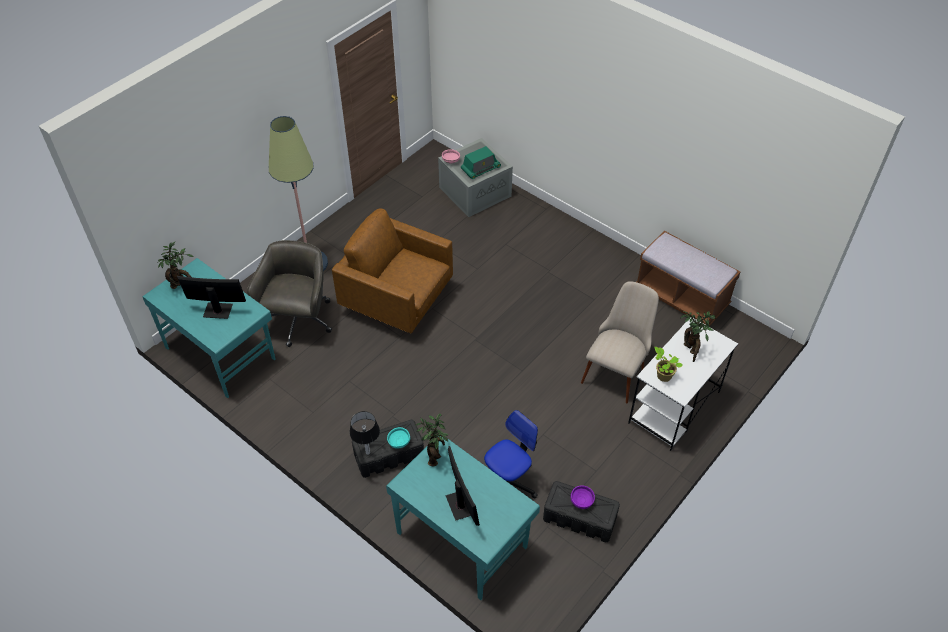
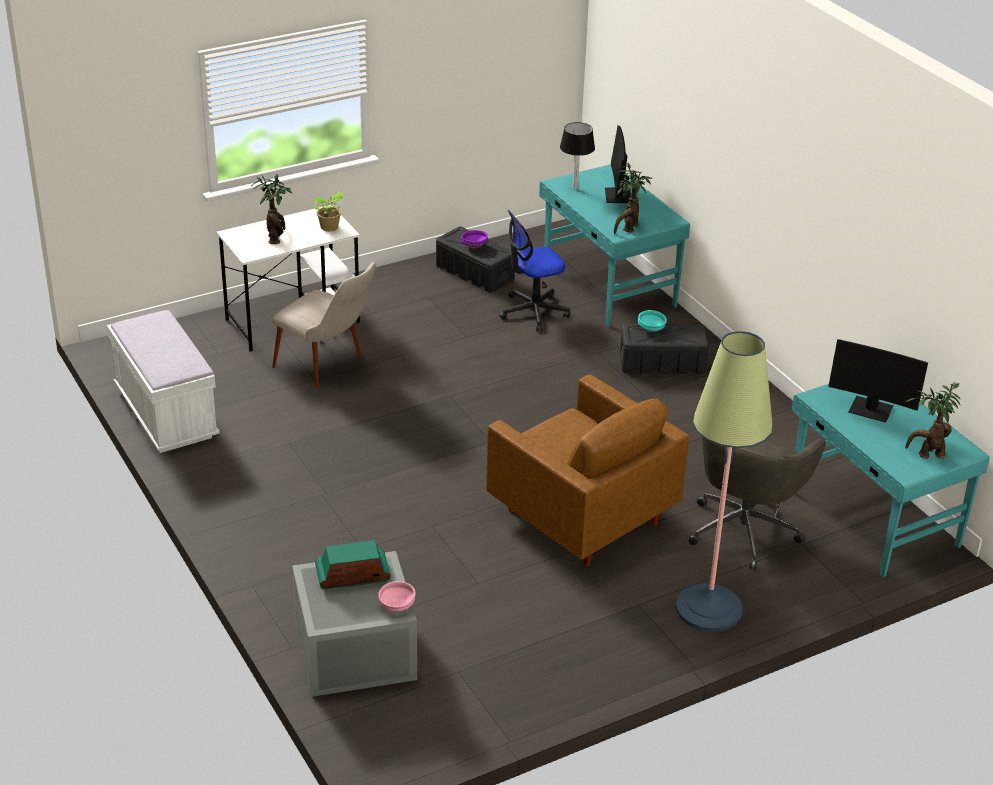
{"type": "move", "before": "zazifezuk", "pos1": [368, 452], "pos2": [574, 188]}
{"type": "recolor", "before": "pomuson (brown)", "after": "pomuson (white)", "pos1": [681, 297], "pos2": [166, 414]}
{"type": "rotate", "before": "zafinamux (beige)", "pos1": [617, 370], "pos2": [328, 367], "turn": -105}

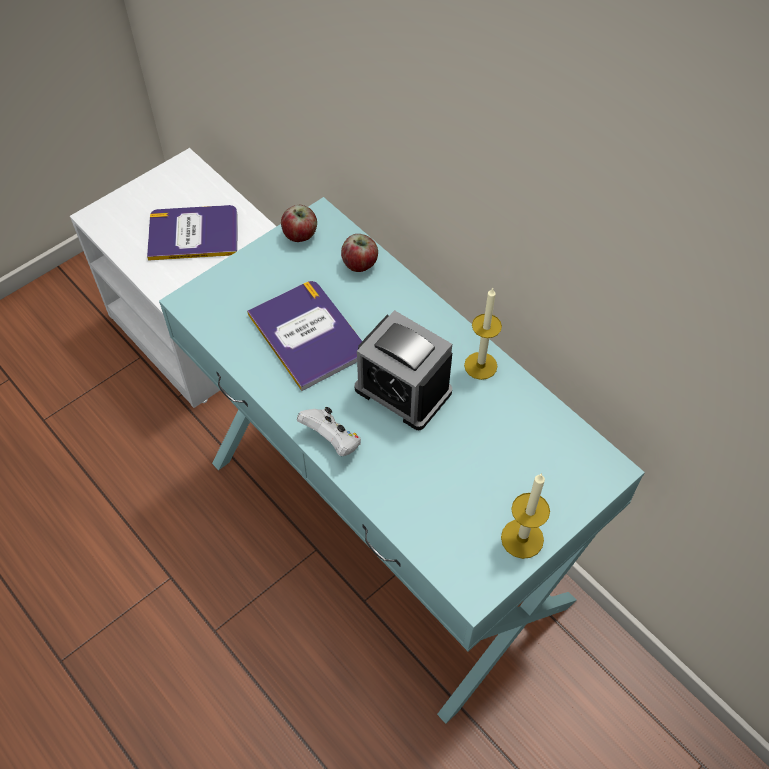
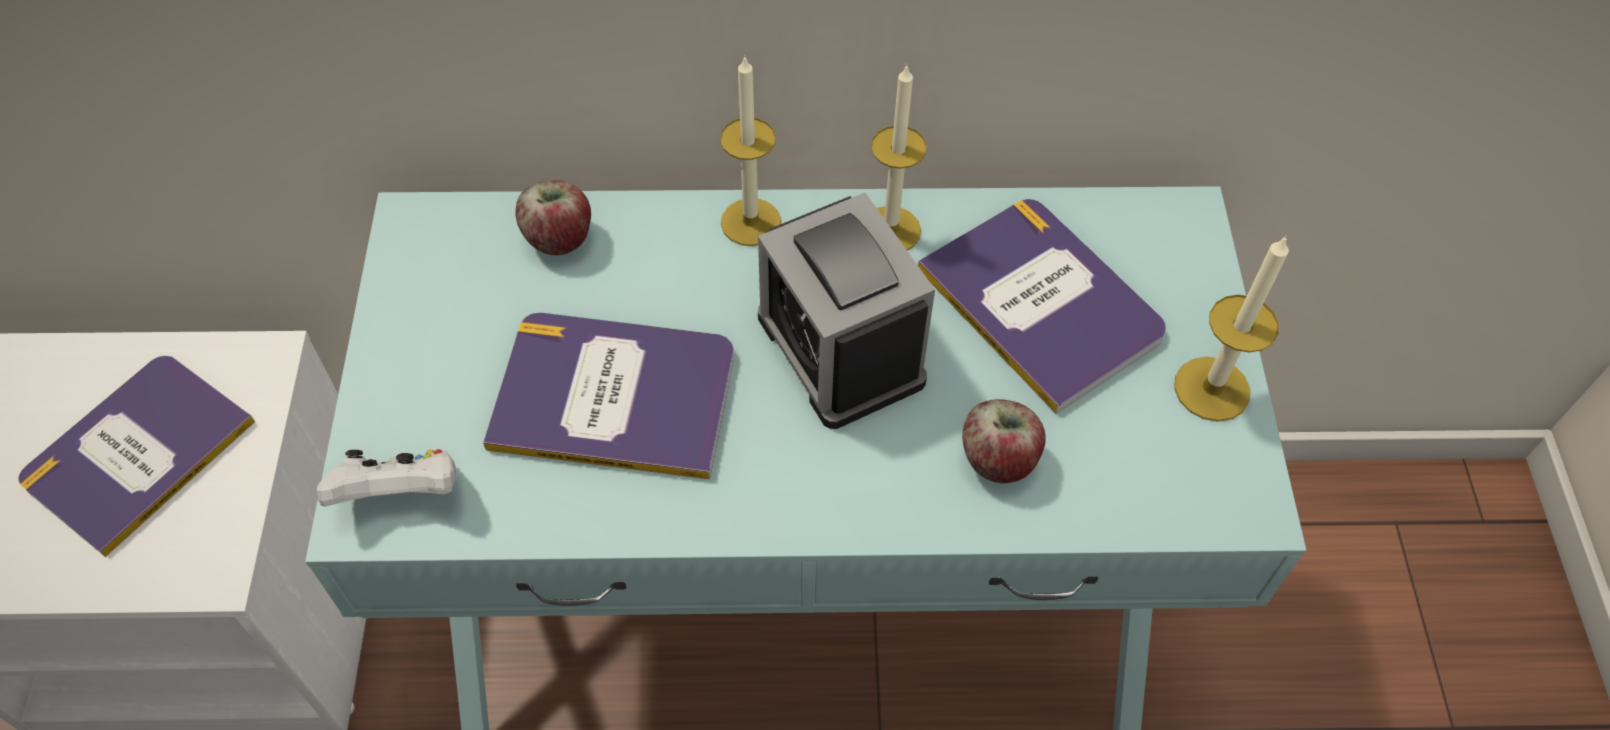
{"type": "insert", "after": "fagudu", "pos2": [751, 222]}
{"type": "insert", "after": "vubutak", "pos2": [1042, 302]}
{"type": "move", "before": "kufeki", "pos1": [300, 235], "pos2": [998, 459]}
{"type": "move", "before": "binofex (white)", "pos1": [332, 440], "pos2": [401, 494]}
{"type": "rotate", "before": "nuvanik", "pos1": [403, 390], "pos2": [840, 349], "turn": 75}

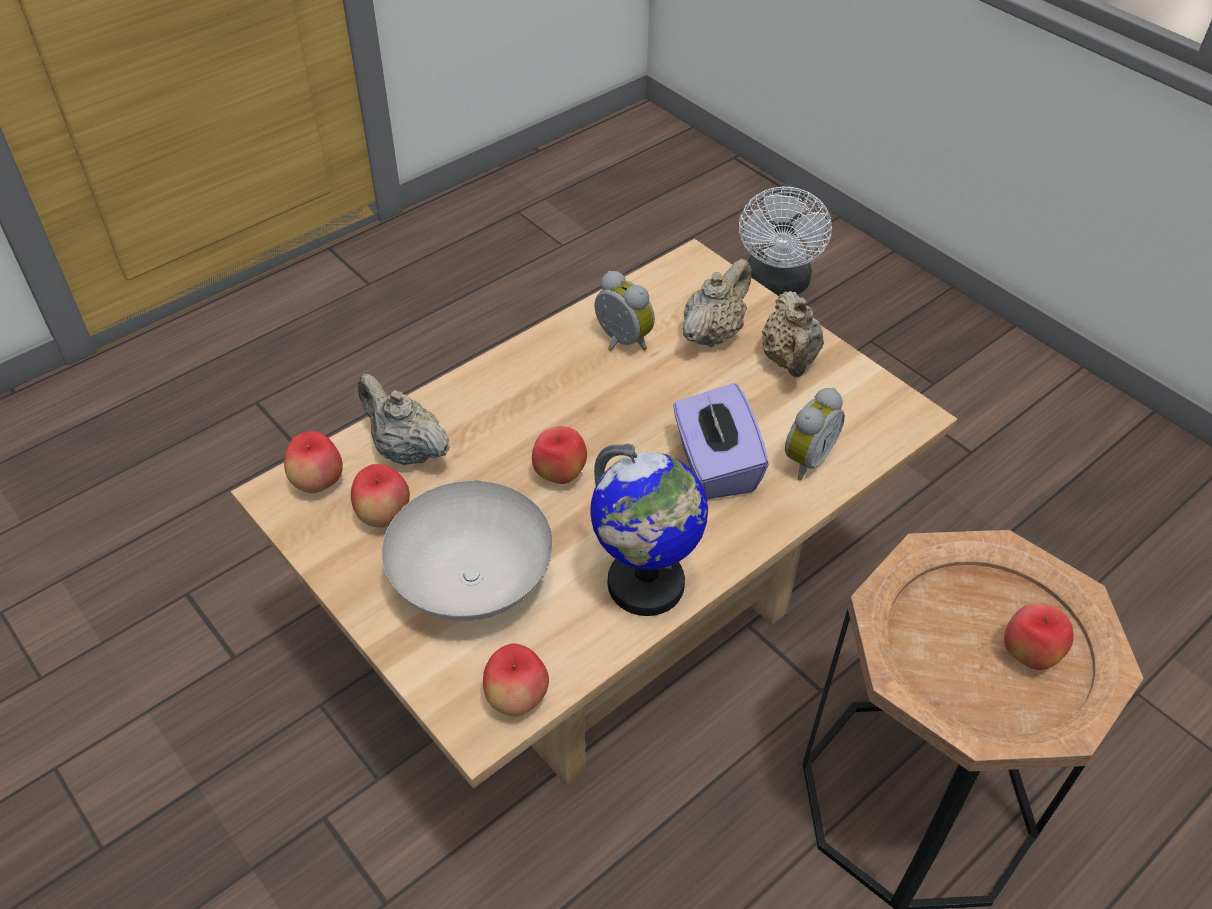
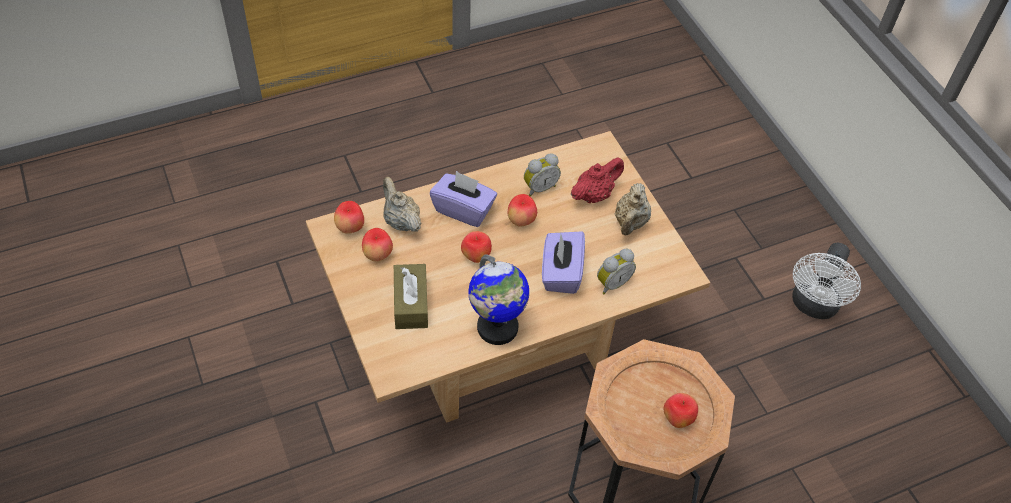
{"type": "insert", "after": "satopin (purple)", "pos2": [463, 210]}
{"type": "move", "before": "kufeki", "pos1": [517, 699], "pos2": [521, 221]}
{"type": "move", "before": "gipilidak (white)", "pos1": [776, 285], "pos2": [813, 306]}
{"type": "replace", "before": "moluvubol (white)", "after": "satopin (brown)", "pos1": [474, 584], "pos2": [411, 303]}
{"type": "recolor", "before": "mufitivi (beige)", "after": "mufitivi (red)", "pos1": [713, 333], "pos2": [594, 195]}
{"type": "rotate", "before": "nuvanik", "pos1": [620, 343], "pos2": [539, 187], "turn": 90}

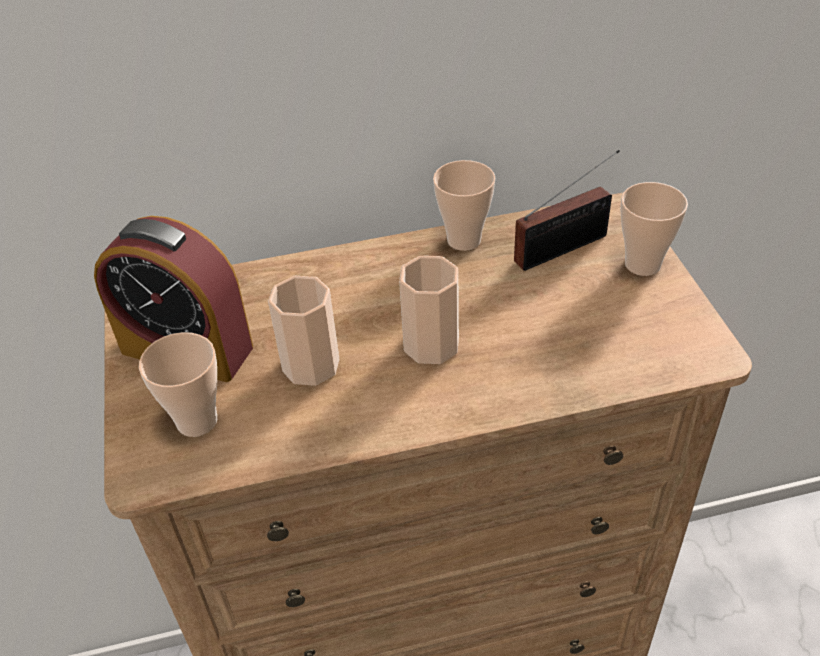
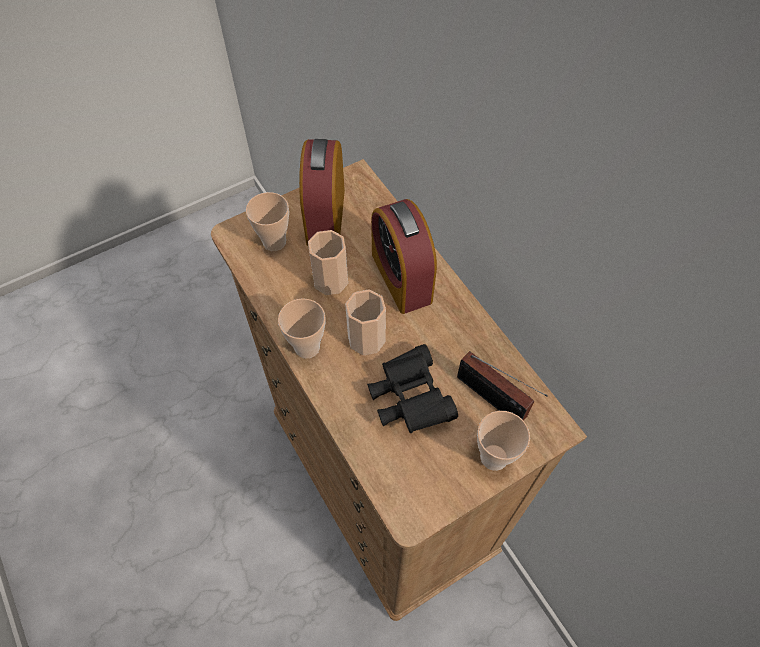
{"type": "insert", "after": "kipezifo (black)", "pos2": [409, 398]}
{"type": "insert", "after": "nuvanik", "pos2": [401, 278]}
{"type": "move", "before": "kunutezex", "pos1": [464, 240], "pos2": [307, 347]}

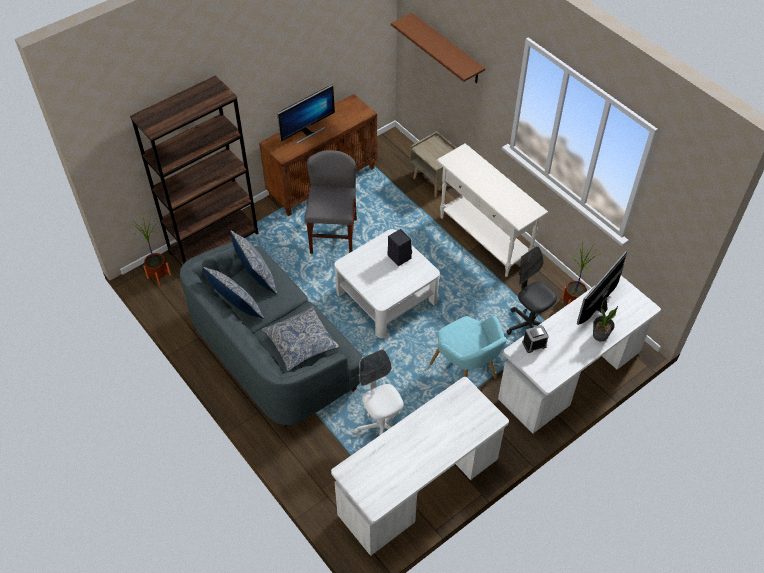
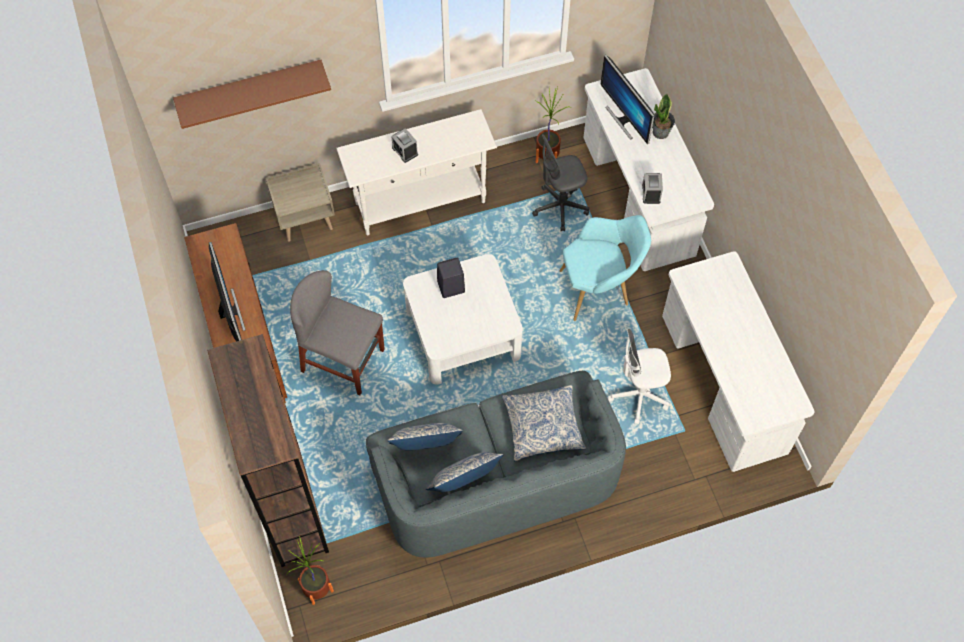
{"type": "insert", "after": "nuvanik", "pos2": [405, 151]}

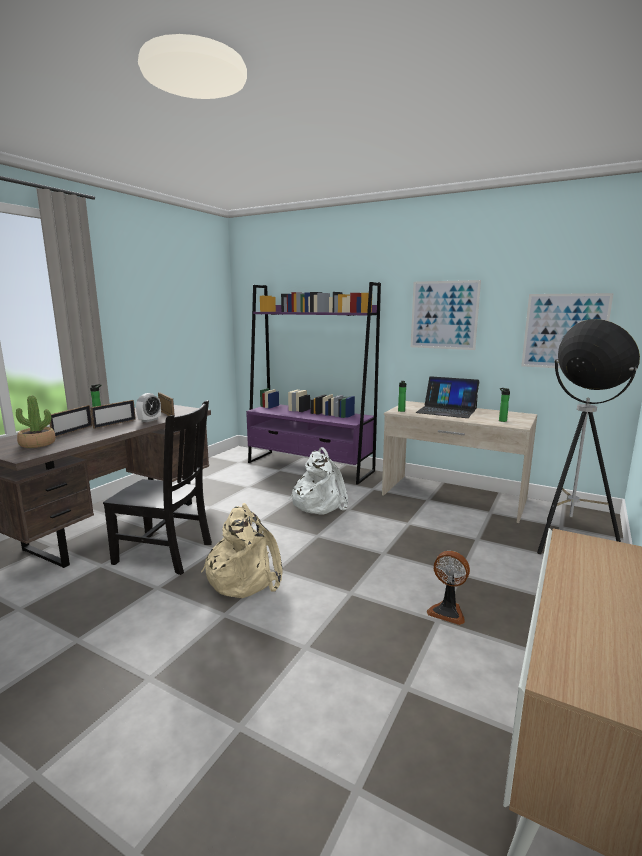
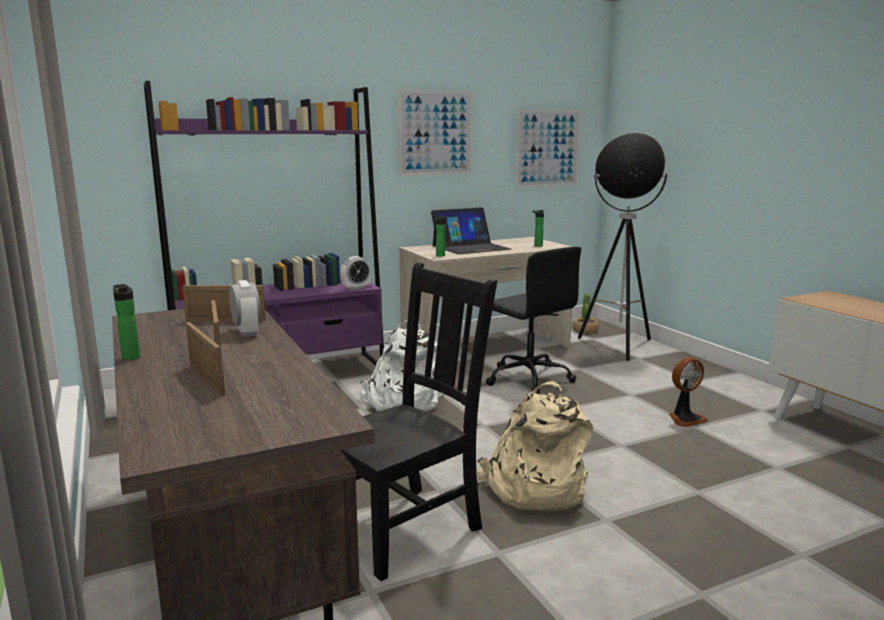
{"type": "insert", "after": "nuvanik", "pos2": [356, 288]}
{"type": "insert", "after": "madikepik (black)", "pos2": [528, 378]}
{"type": "move", "before": "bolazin", "pos1": [37, 444], "pos2": [585, 330]}

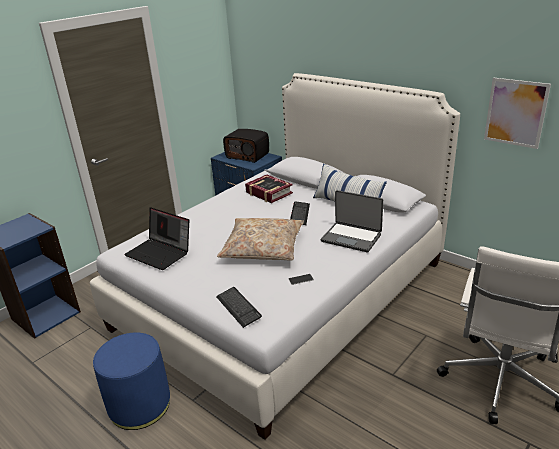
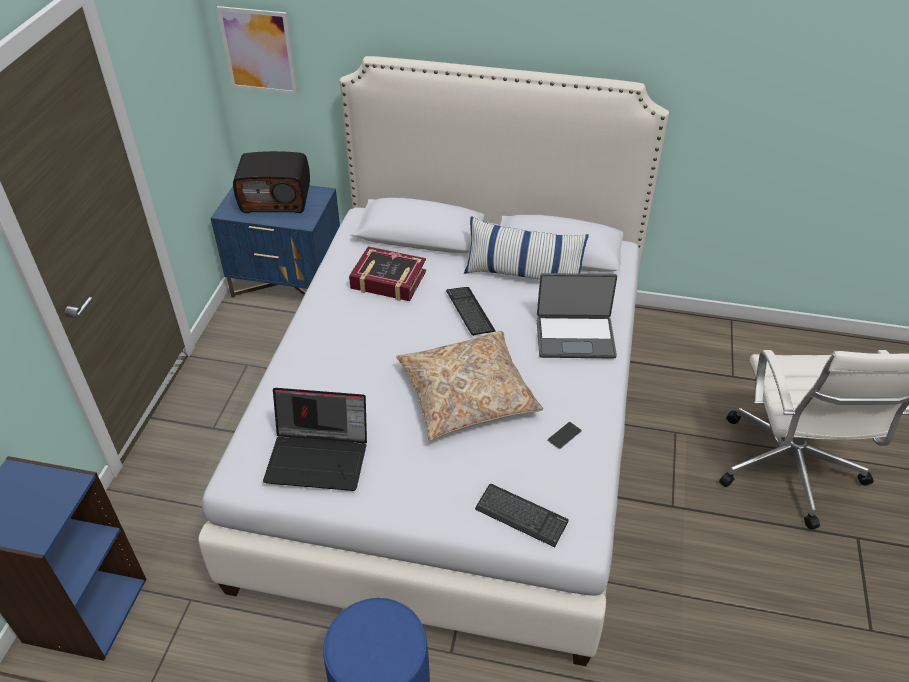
{"type": "move", "before": "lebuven", "pos1": [515, 113], "pos2": [258, 51]}

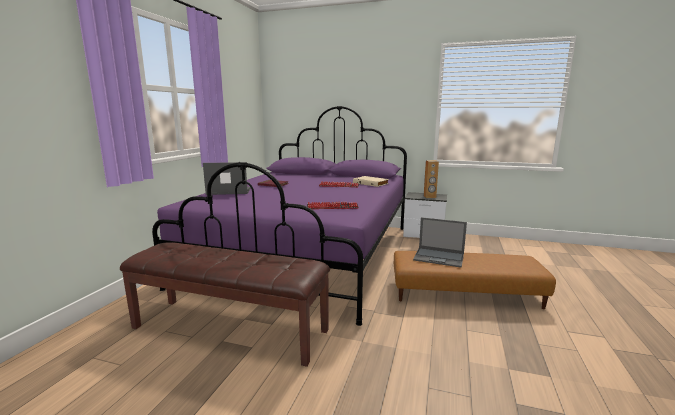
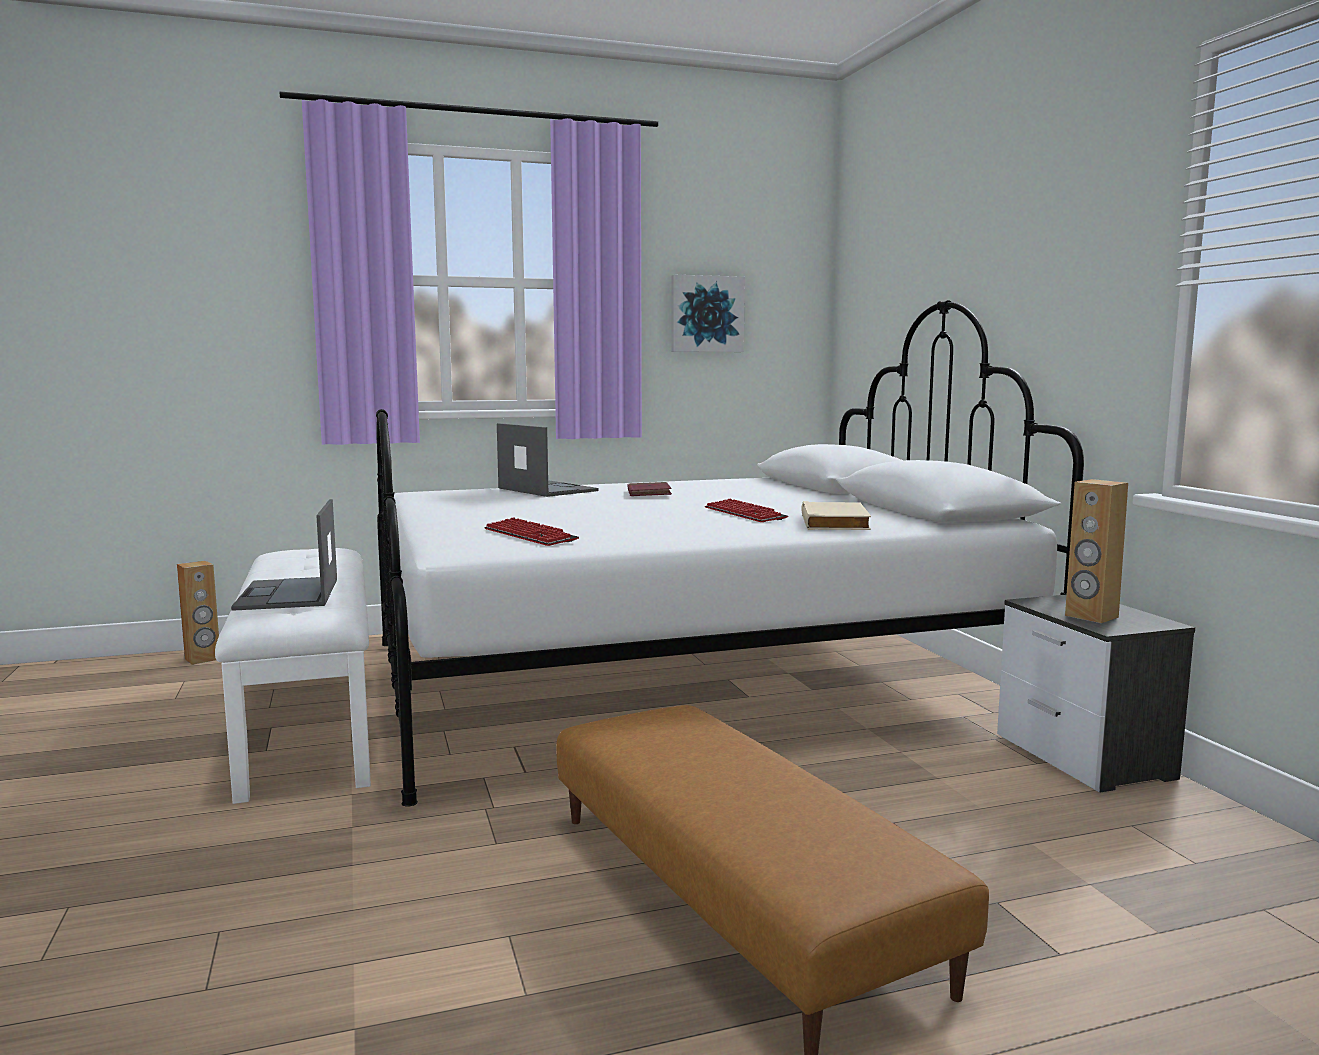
{"type": "insert", "after": "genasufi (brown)", "pos2": [203, 659]}
{"type": "insert", "after": "lebuven", "pos2": [706, 314]}
{"type": "move", "before": "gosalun", "pos1": [439, 257], "pos2": [288, 595]}
{"type": "recolor", "before": "pomuson (brown)", "after": "pomuson (white)", "pos1": [230, 328], "pos2": [313, 720]}
{"type": "recolor", "before": "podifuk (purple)", "after": "podifuk (white)", "pos1": [308, 254], "pos2": [685, 681]}

